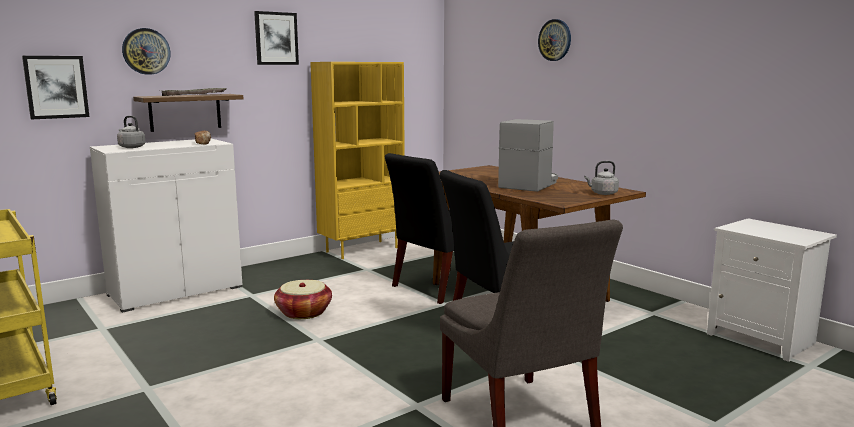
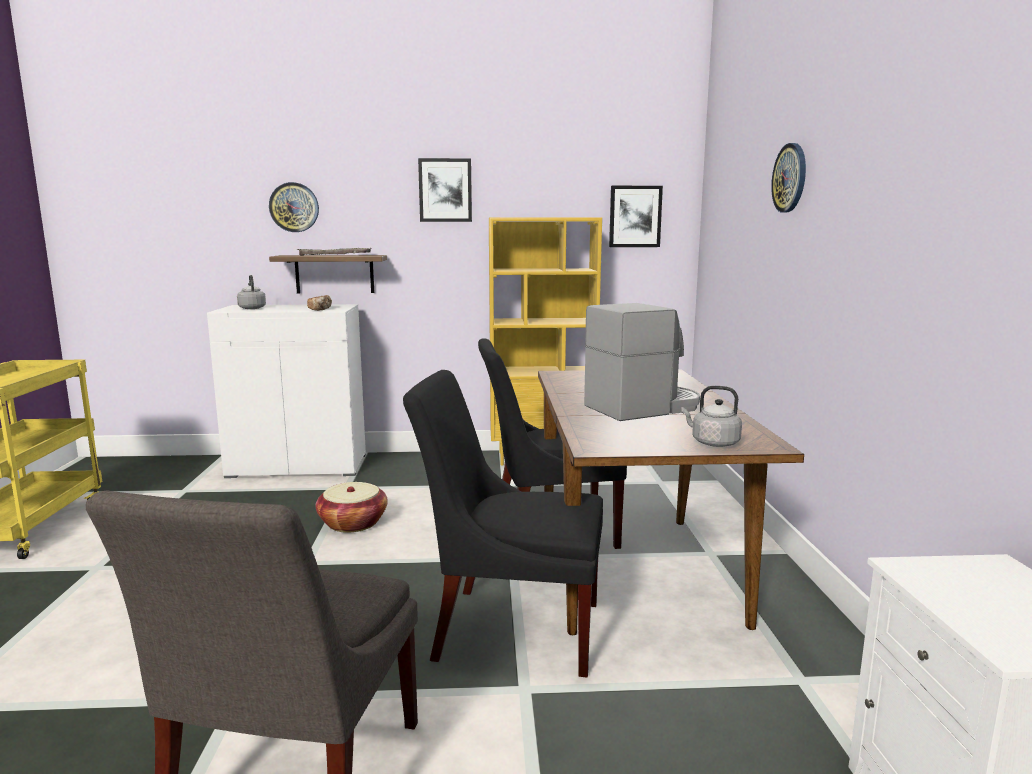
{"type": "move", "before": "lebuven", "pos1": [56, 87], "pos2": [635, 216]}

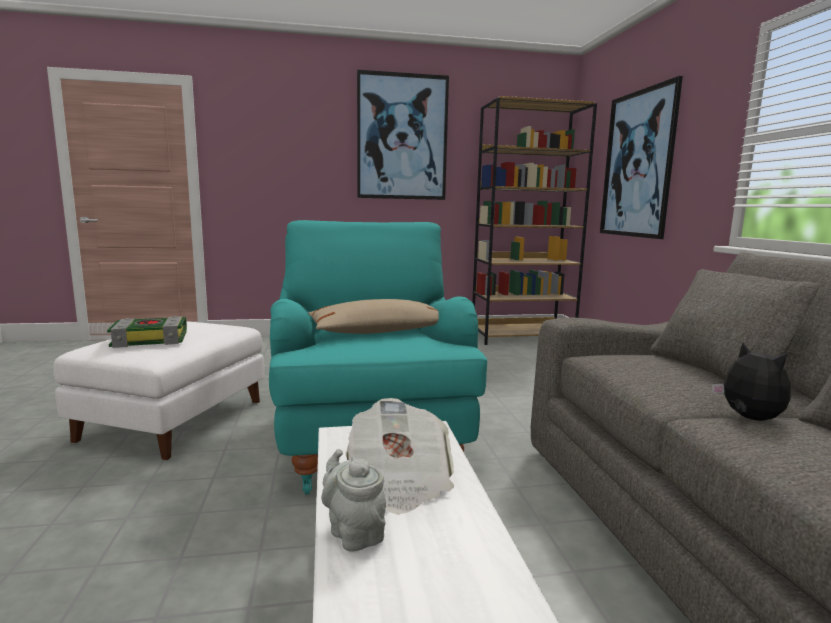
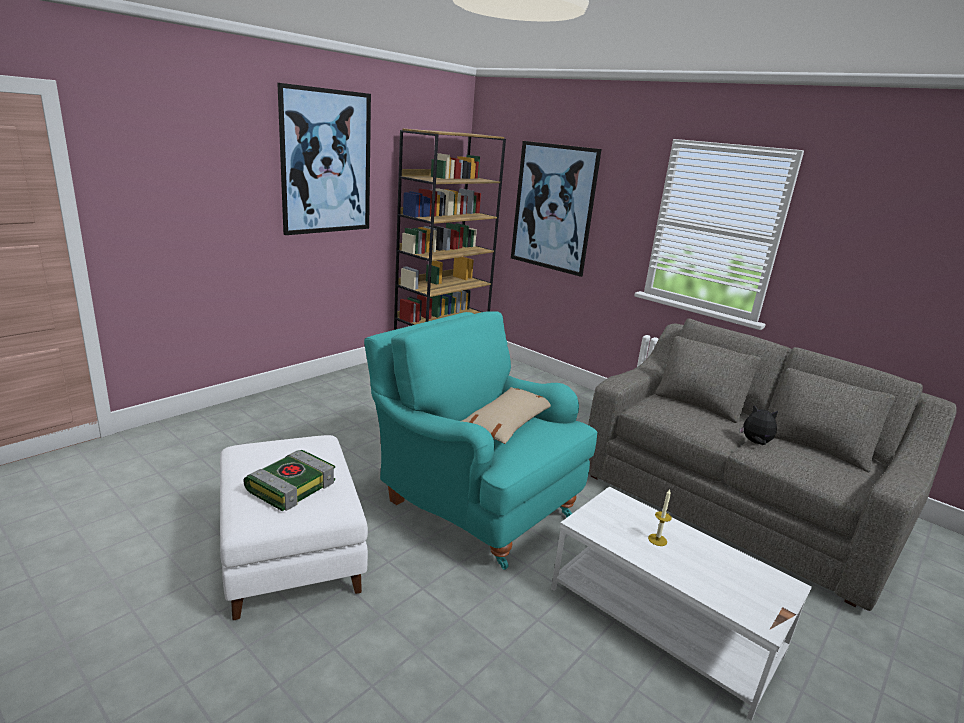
{"type": "delete", "before": "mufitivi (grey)", "pos1": [354, 532]}
{"type": "replace", "before": "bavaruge", "after": "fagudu", "pos1": [400, 480], "pos2": [657, 540]}

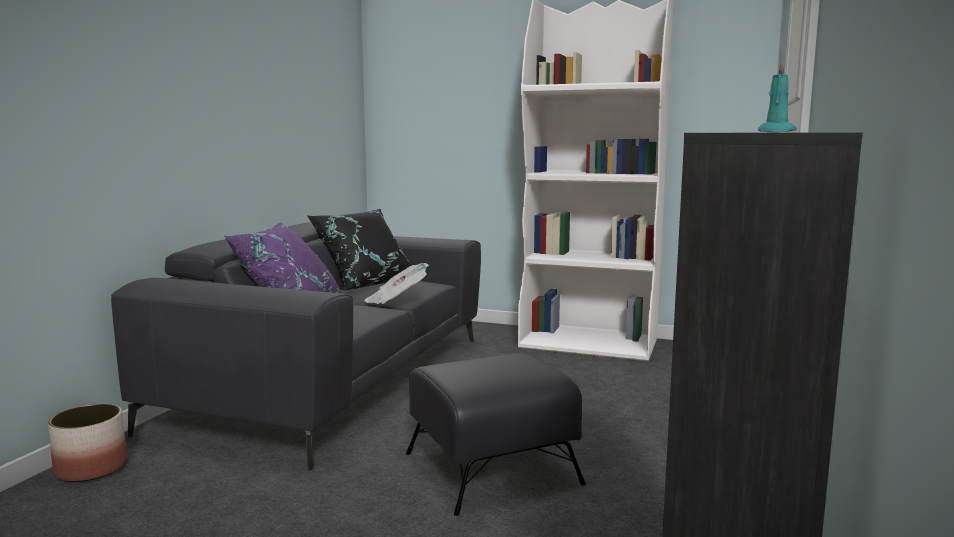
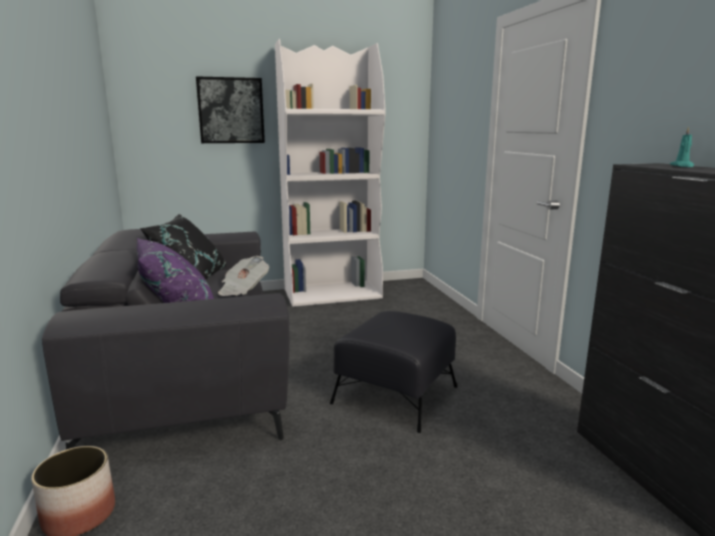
{"type": "insert", "after": "lebuven", "pos2": [231, 110]}

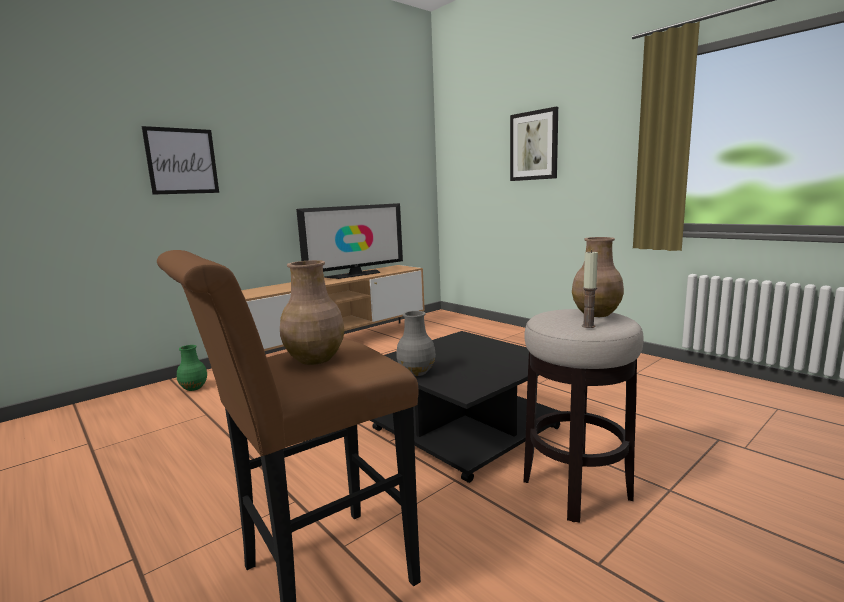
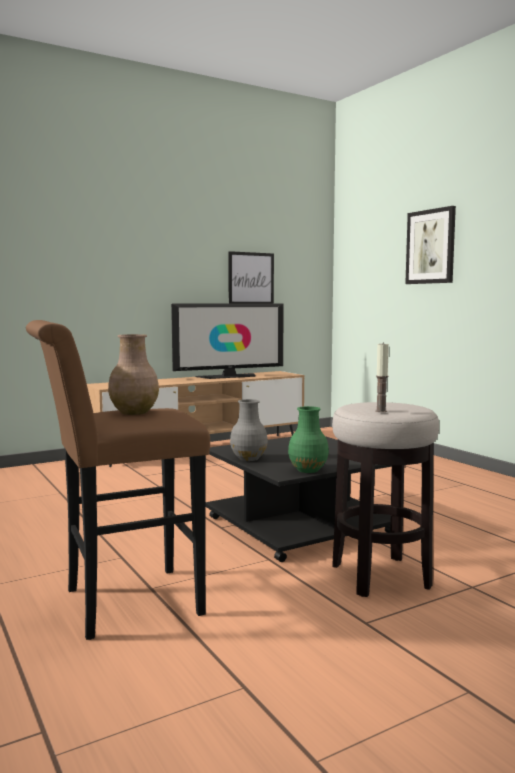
{"type": "delete", "before": "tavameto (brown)", "pos1": [596, 313]}
{"type": "move", "before": "lebuven", "pos1": [182, 161], "pos2": [251, 278]}
{"type": "move", "before": "tavameto (green)", "pos1": [194, 388], "pos2": [308, 470]}

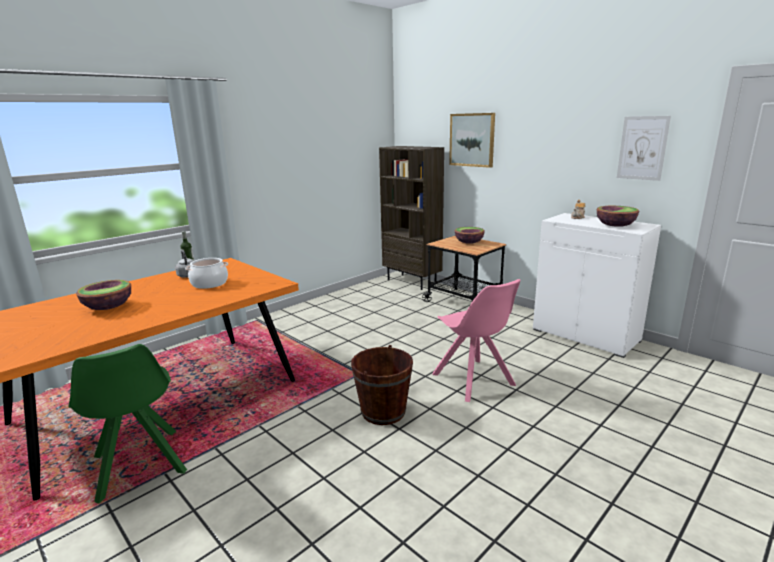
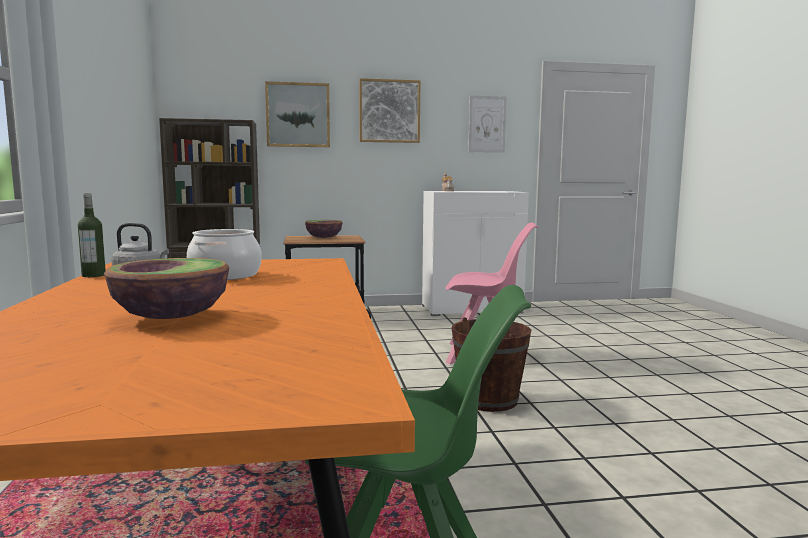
{"type": "delete", "before": "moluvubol", "pos1": [615, 226]}
{"type": "insert", "after": "lebuven", "pos2": [389, 111]}

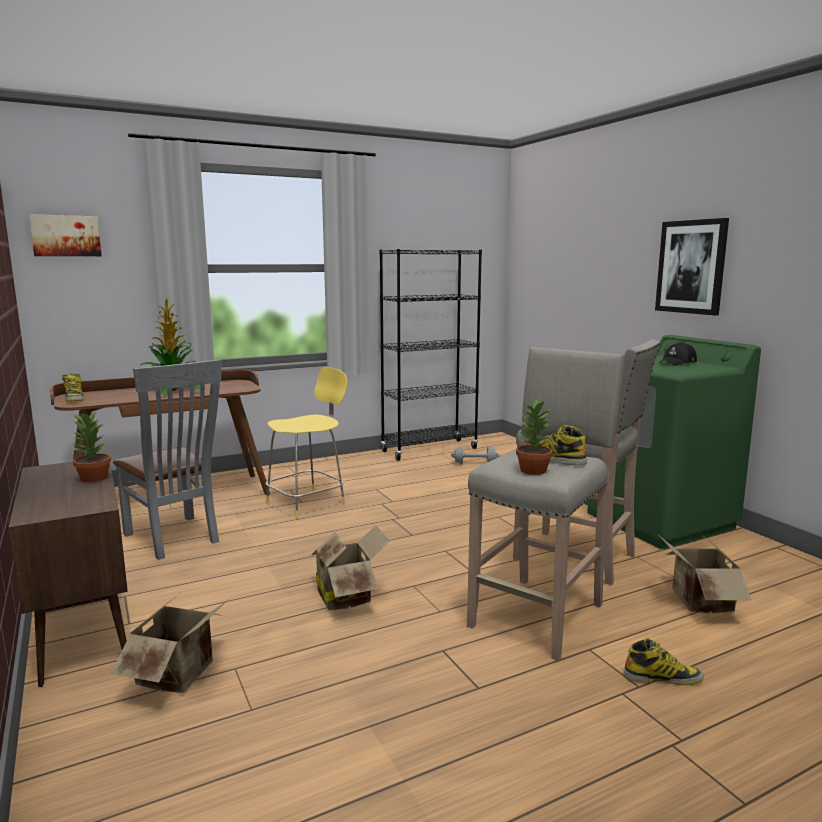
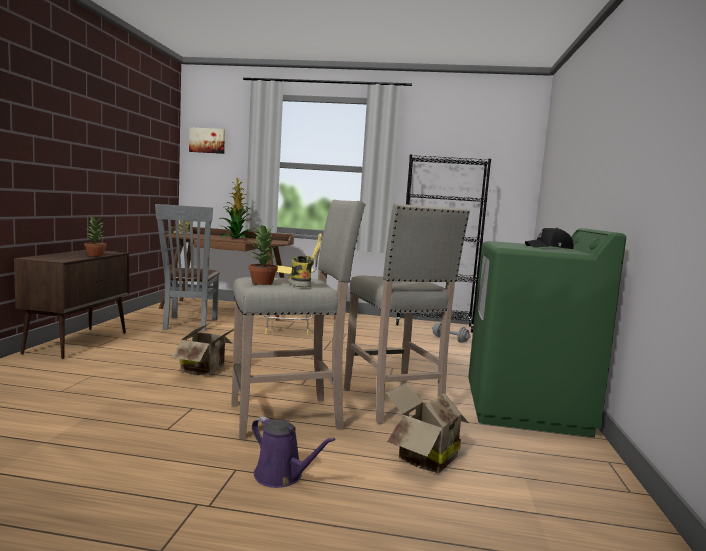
{"type": "delete", "before": "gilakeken", "pos1": [181, 674]}
{"type": "delete", "before": "lebuven", "pos1": [691, 267]}
{"type": "replace", "before": "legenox", "after": "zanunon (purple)", "pos1": [662, 677], "pos2": [282, 476]}

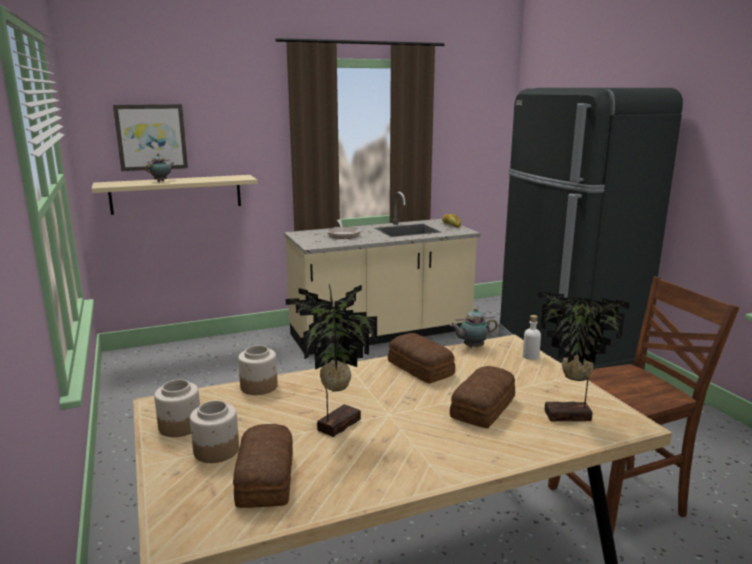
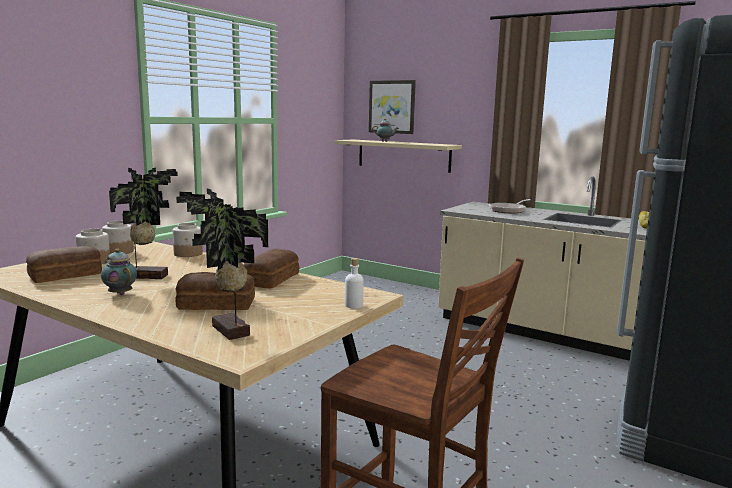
{"type": "move", "before": "mufitivi", "pos1": [472, 347], "pos2": [120, 293]}

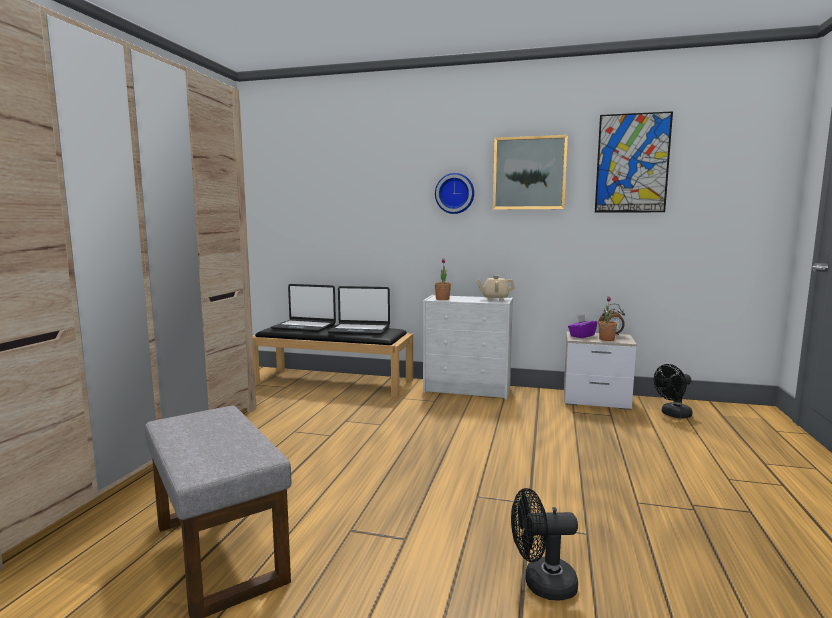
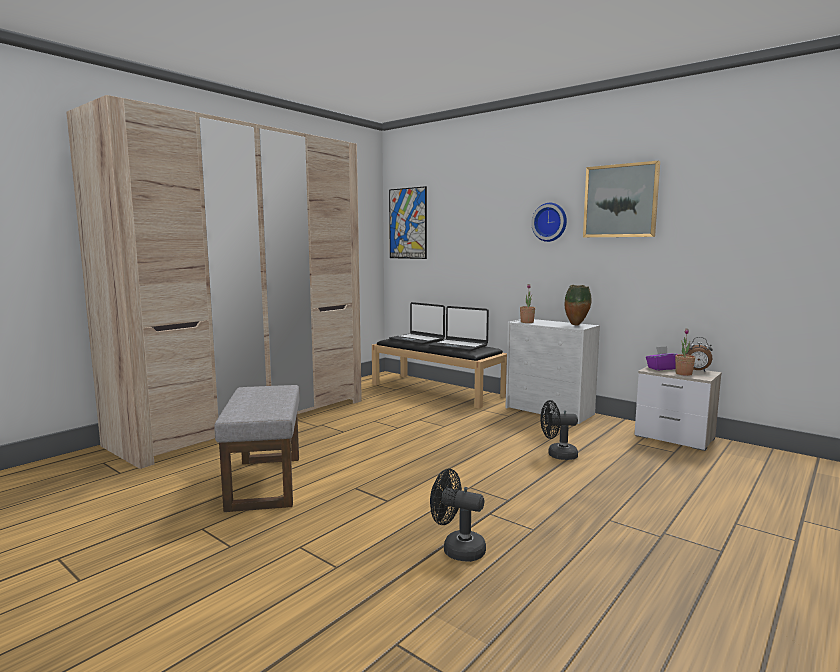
{"type": "move", "before": "lebuven", "pos1": [632, 163], "pos2": [408, 223]}
{"type": "move", "before": "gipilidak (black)", "pos1": [673, 414], "pos2": [557, 455]}
{"type": "replace", "before": "mufitivi (beige)", "after": "tavameto", "pos1": [495, 299], "pos2": [577, 325]}

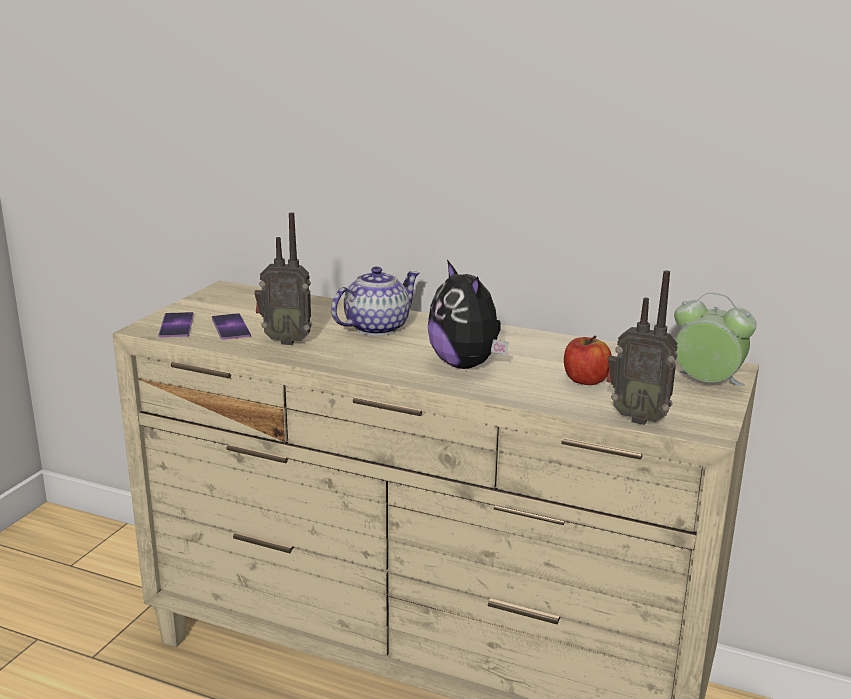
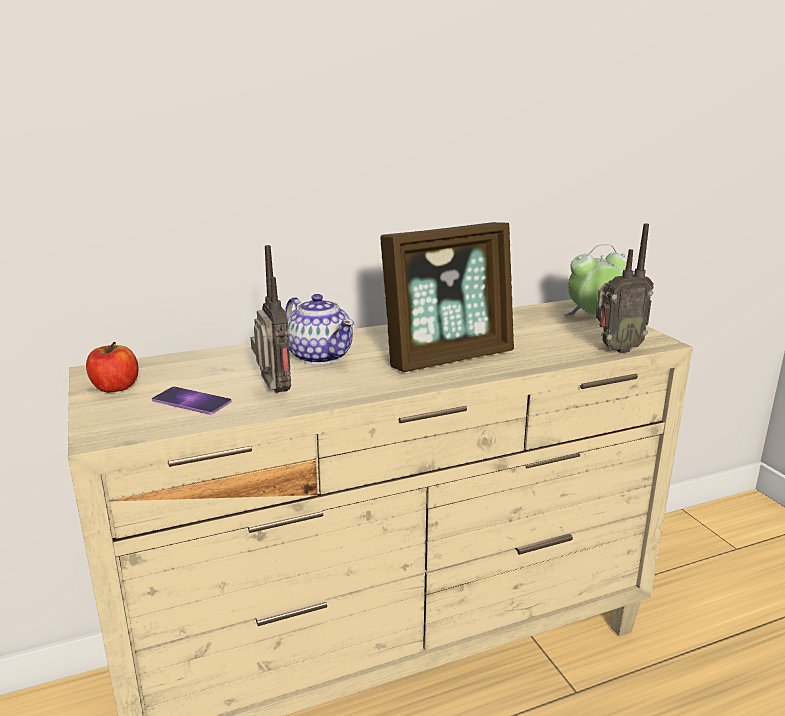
{"type": "delete", "before": "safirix", "pos1": [176, 325]}
{"type": "move", "before": "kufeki", "pos1": [585, 380], "pos2": [115, 387]}
{"type": "replace", "before": "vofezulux", "after": "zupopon", "pos1": [466, 364], "pos2": [448, 357]}
{"type": "rotate", "before": "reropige", "pos1": [286, 340], "pos2": [273, 392], "turn": -75}
{"type": "rotate", "before": "mufitivi", "pos1": [375, 328], "pos2": [320, 356], "turn": 135}

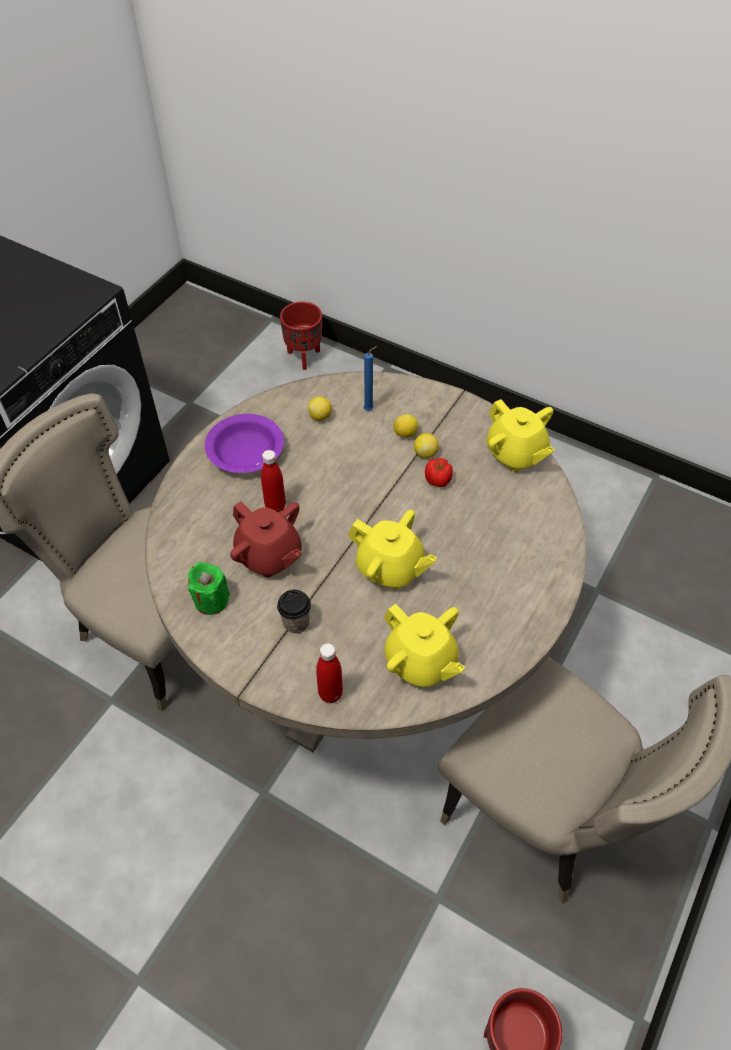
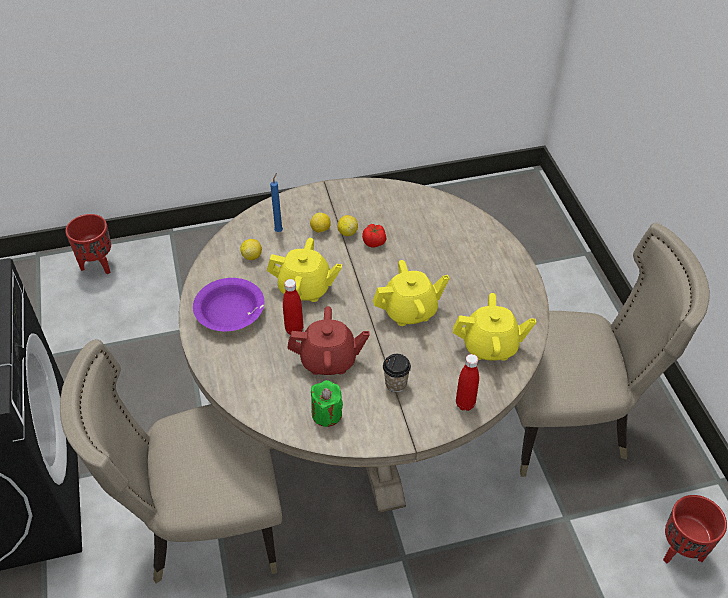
{"type": "move", "before": "mufitivi (yellow)", "pos1": [515, 454], "pos2": [305, 288]}

